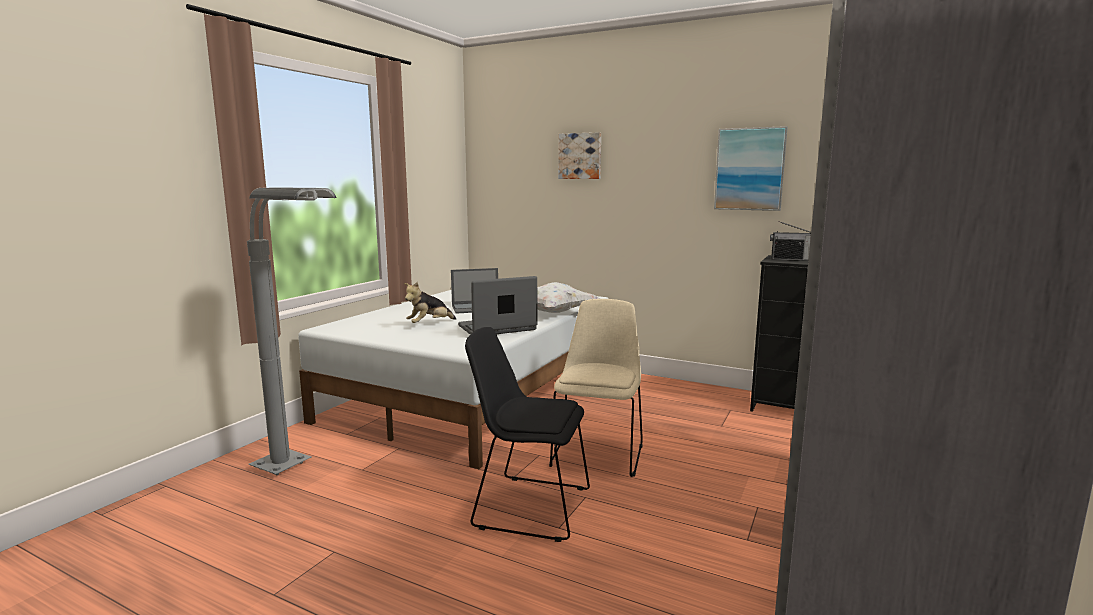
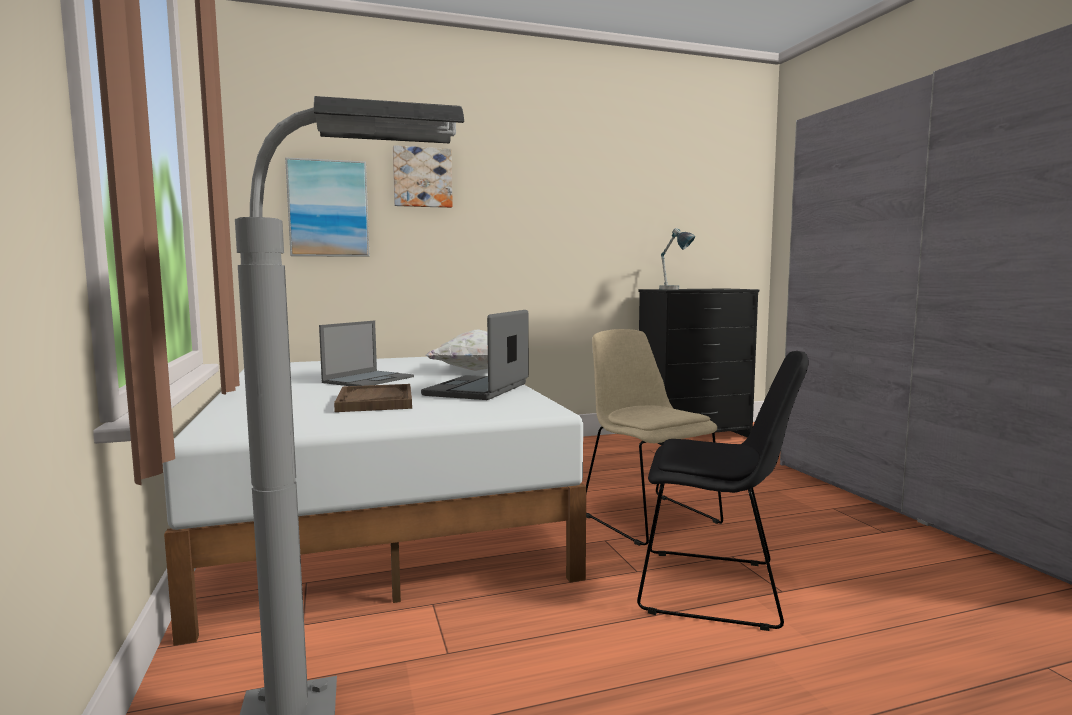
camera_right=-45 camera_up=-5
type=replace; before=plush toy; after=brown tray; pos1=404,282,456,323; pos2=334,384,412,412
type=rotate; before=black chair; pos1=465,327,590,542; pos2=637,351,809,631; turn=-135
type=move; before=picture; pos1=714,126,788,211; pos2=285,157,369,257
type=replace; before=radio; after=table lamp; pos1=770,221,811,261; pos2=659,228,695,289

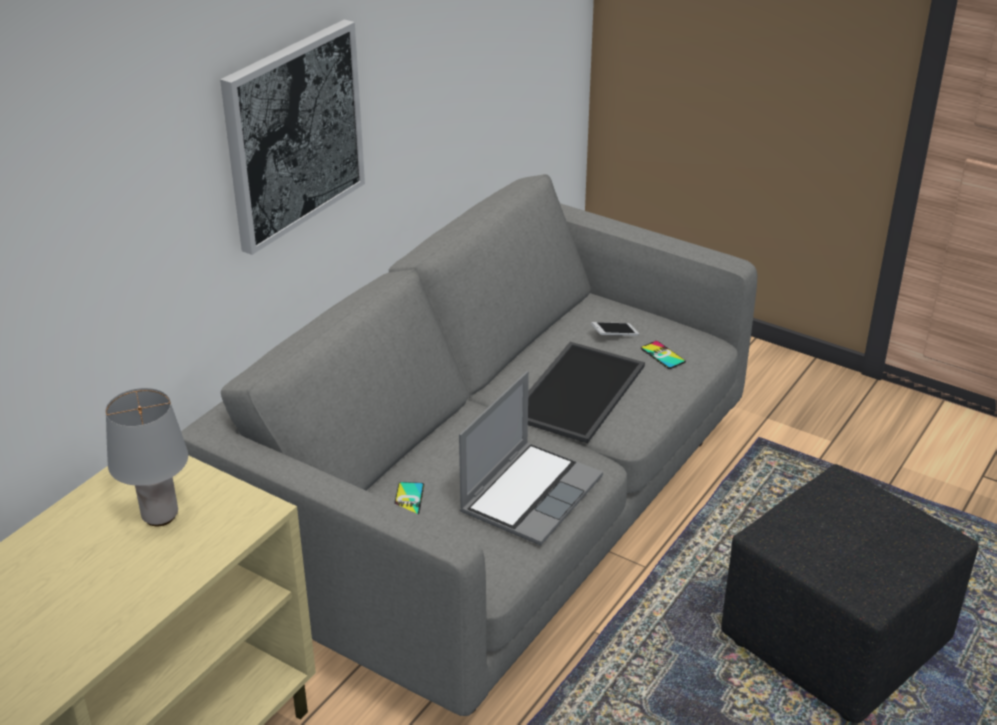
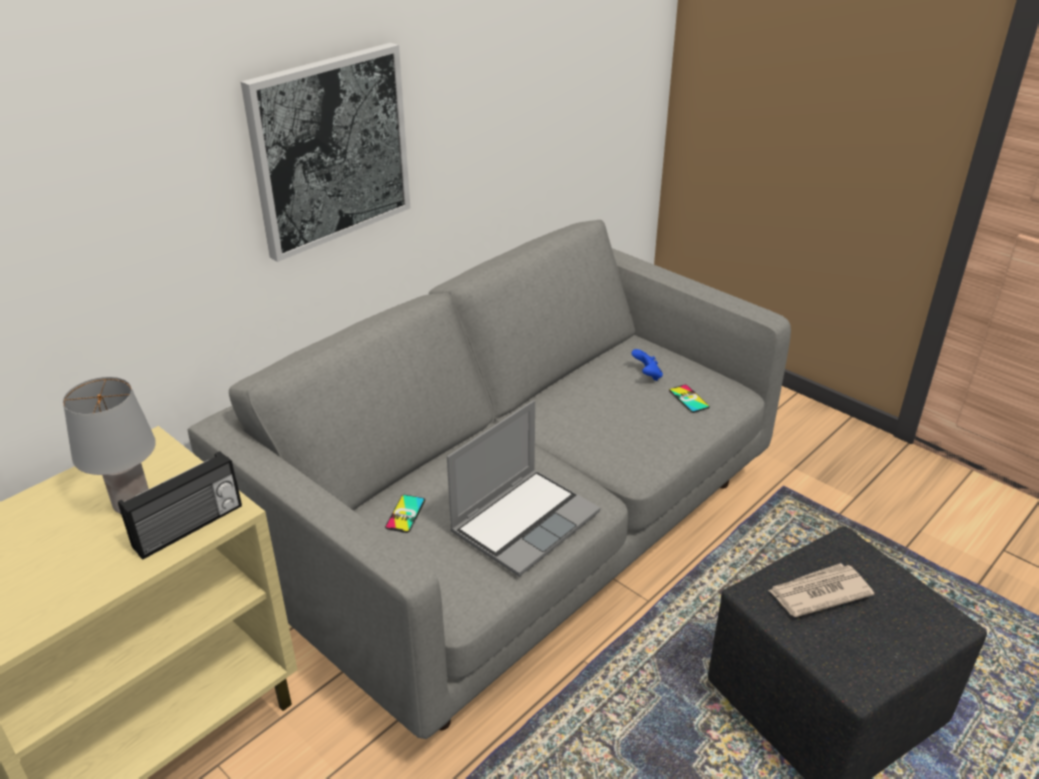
camera_right=10 camera_up=0
type=delete; before=tray; pos1=528,342,645,443
type=replace; before=phone; after=blue game controller; pos1=591,322,639,336; pos2=631,349,663,381
type=insert; after=radio; pos2=118,451,242,560
type=insert; after=newspaper; pos2=768,563,874,617

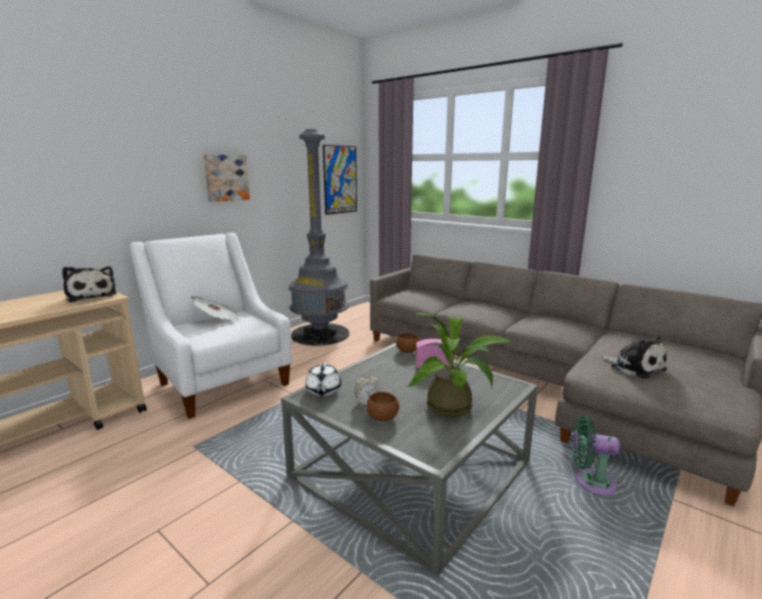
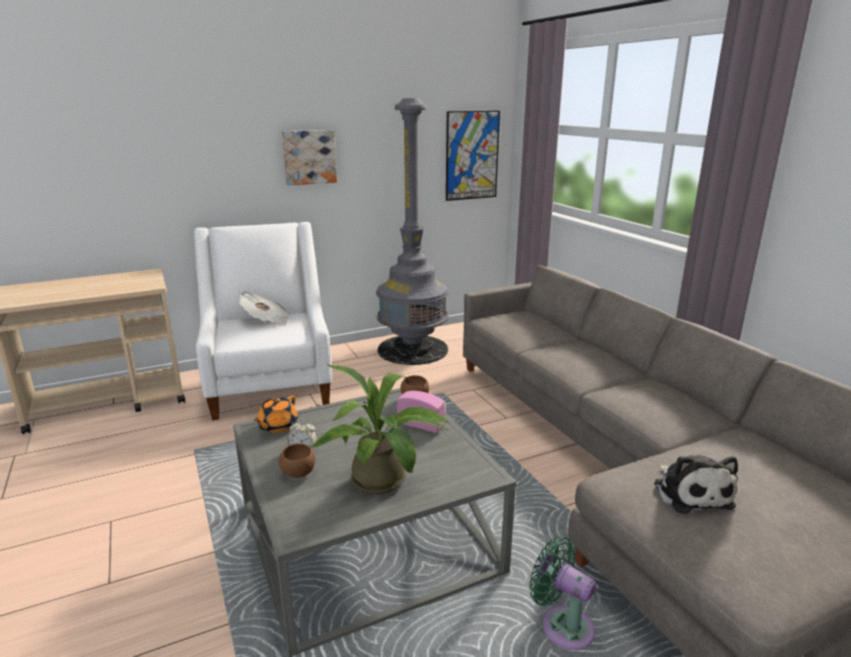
camera_right=25 camera_up=5
type=delete; before=plush toy; pos1=62,266,117,302
type=recolor; before=white teapot; after=orange teapot; pos1=305,362,341,396; pos2=254,395,298,433

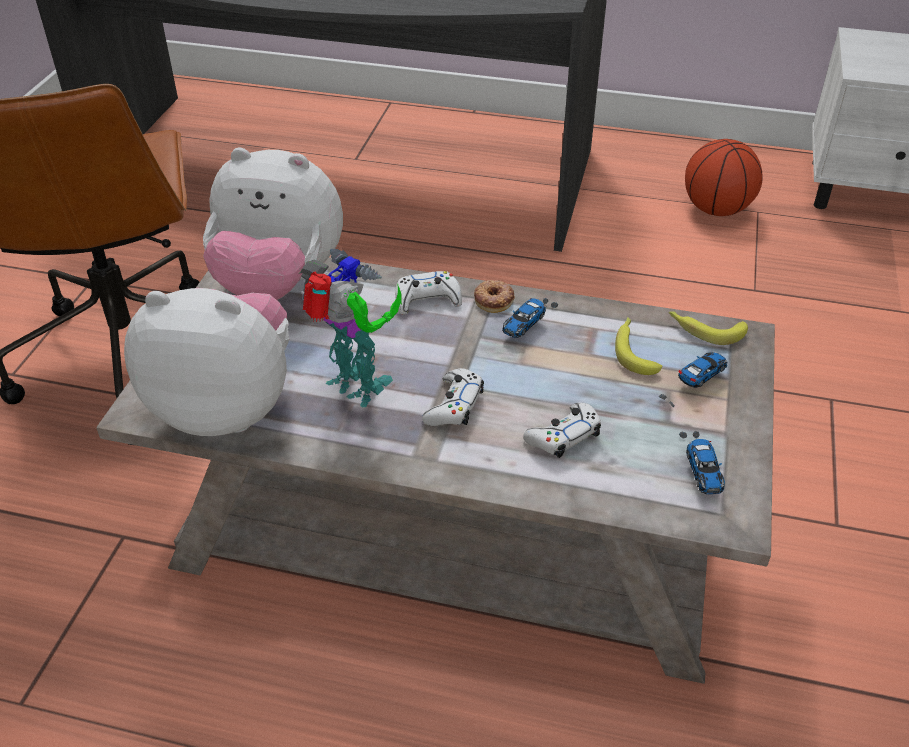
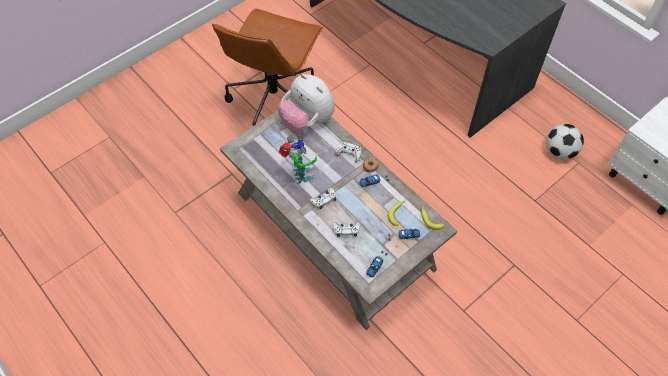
camera_right=35 camera_up=15
type=delete; before=plush toy; pos1=124,288,289,436
type=replace; before=basketball; after=football; pos1=685,139,763,216; pos2=546,124,584,160

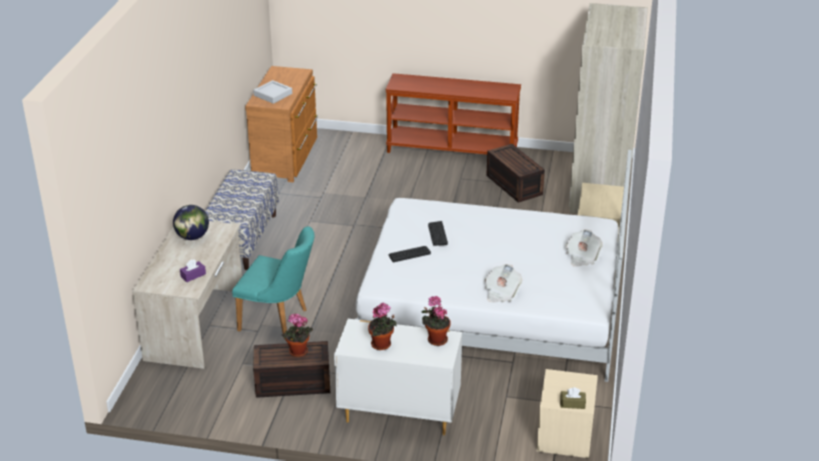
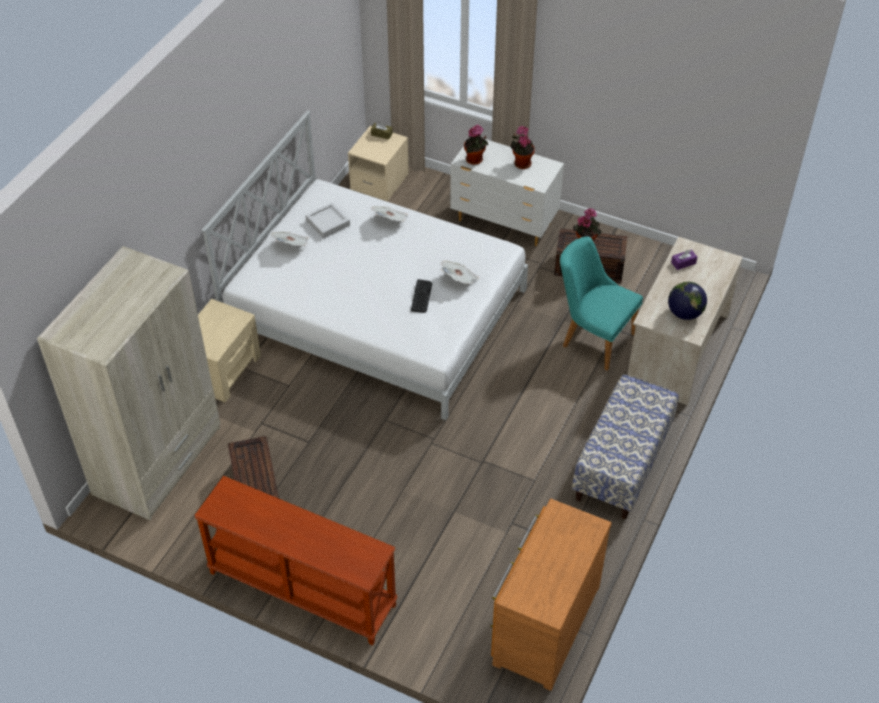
camera_right=-165 camera_up=15
type=move; before=grey tray; pos1=253,80,292,104; pos2=306,203,350,238
type=replace; before=keyboard; after=newspaper; pos1=389,246,431,262; pos2=441,260,479,285

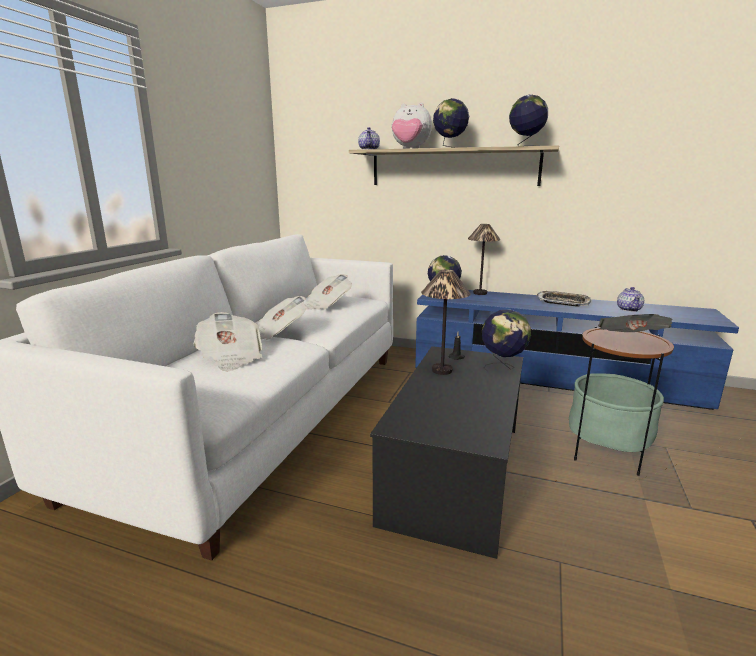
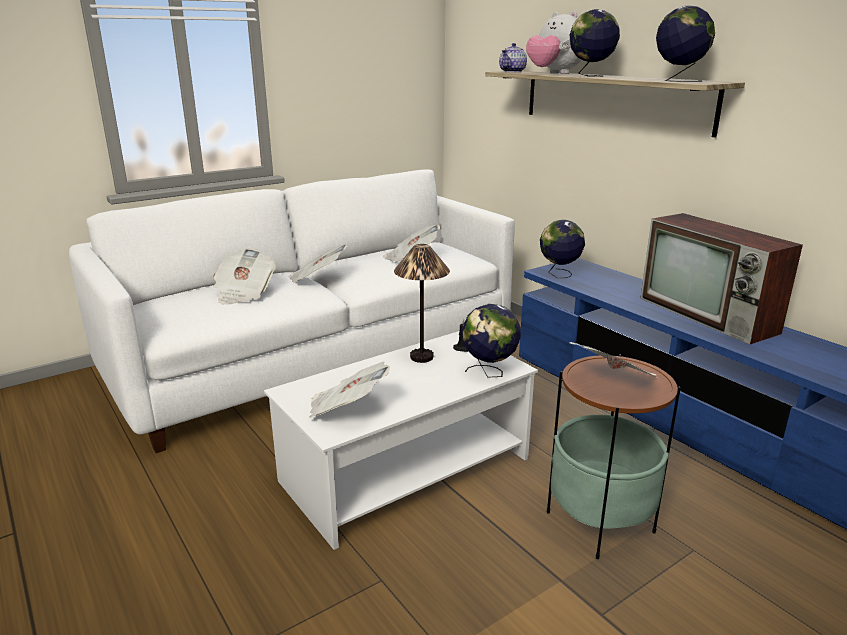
camera_right=35 camera_up=5
type=recolor; before=black coffee table; after=white coffee table; pos1=370,346,523,559; pos2=264,331,538,550
type=delete; before=table lamp; pos1=468,224,500,295
type=replace; before=tray; after=television; pos1=537,291,592,306; pos2=640,213,803,345
type=delete; before=teapot; pos1=617,287,644,312
type=insert; after=newspaper; pos2=309,362,390,418

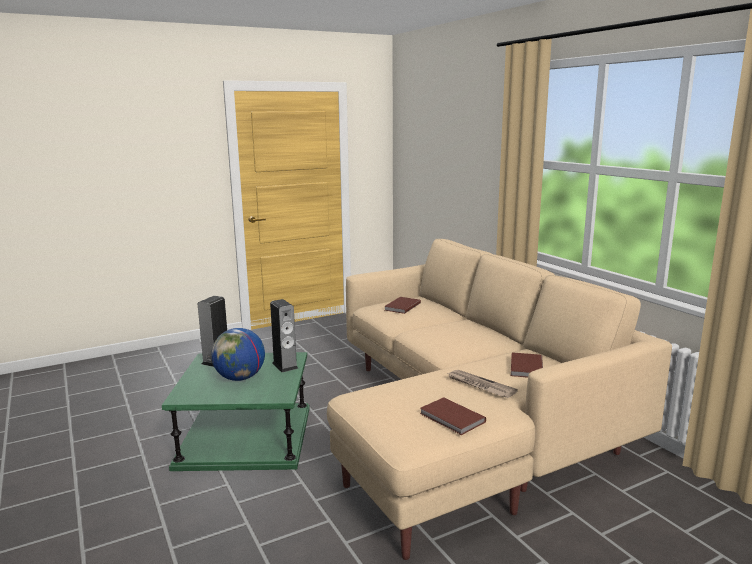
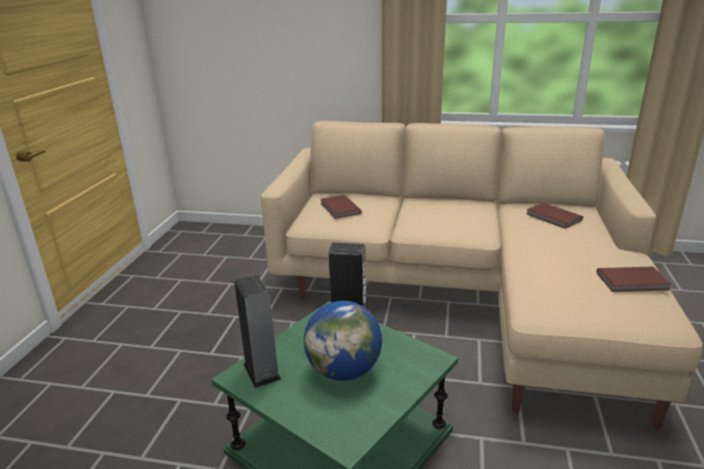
camera_right=-50 camera_up=10
type=delete; before=newspaper; pos1=448,370,518,398

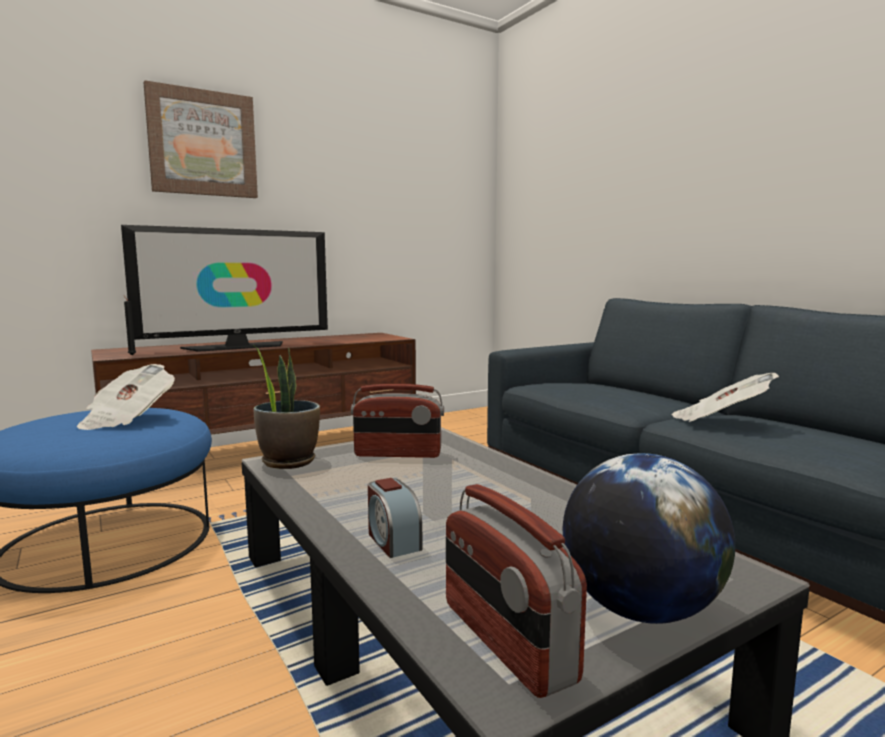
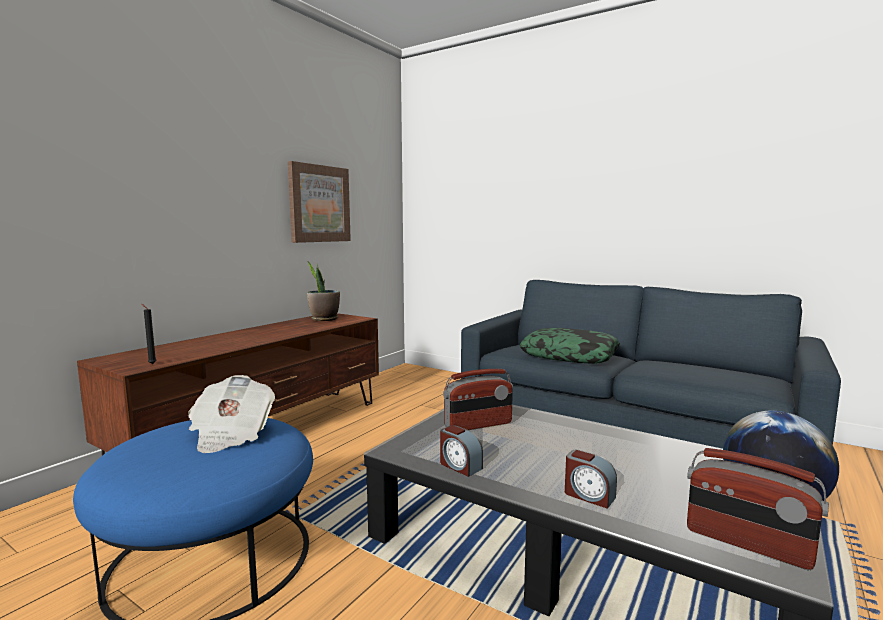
camera_right=-25 camera_up=0
type=delete; before=television; pos1=121,225,328,352
type=move; before=picture; pos1=143,80,258,198; pos2=288,161,351,243
type=move; before=potted plant; pos1=252,344,320,469; pos2=307,262,340,321
type=delete; before=newspaper; pos1=672,373,779,422
type=insert; after=alarm clock; pos2=440,425,483,477
type=insert; after=pillow; pos2=519,328,620,364

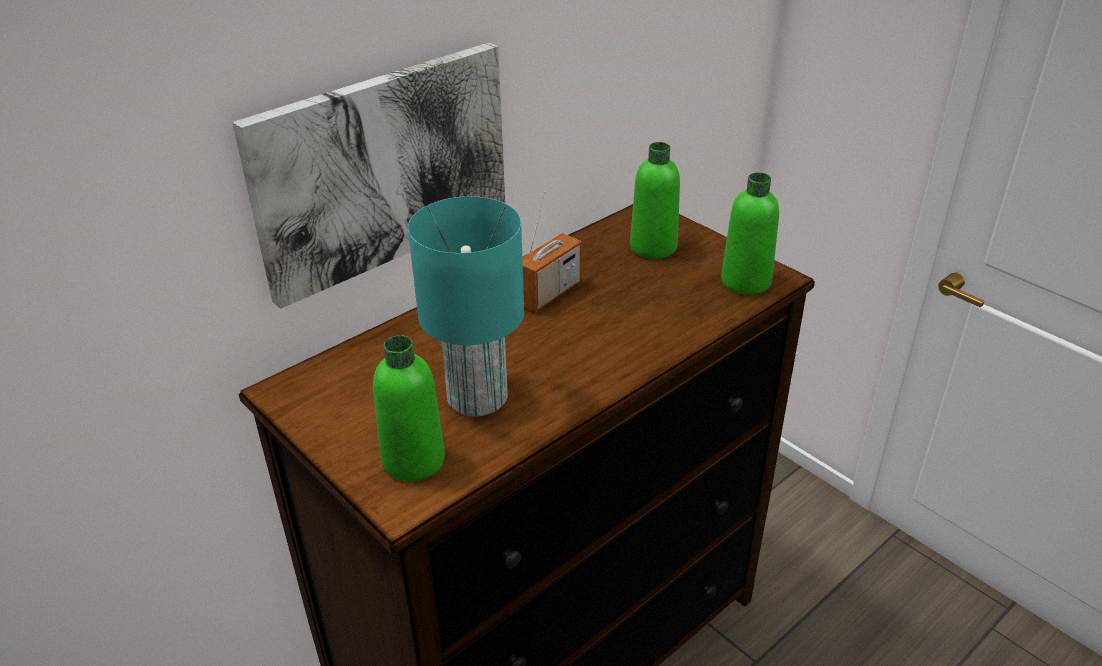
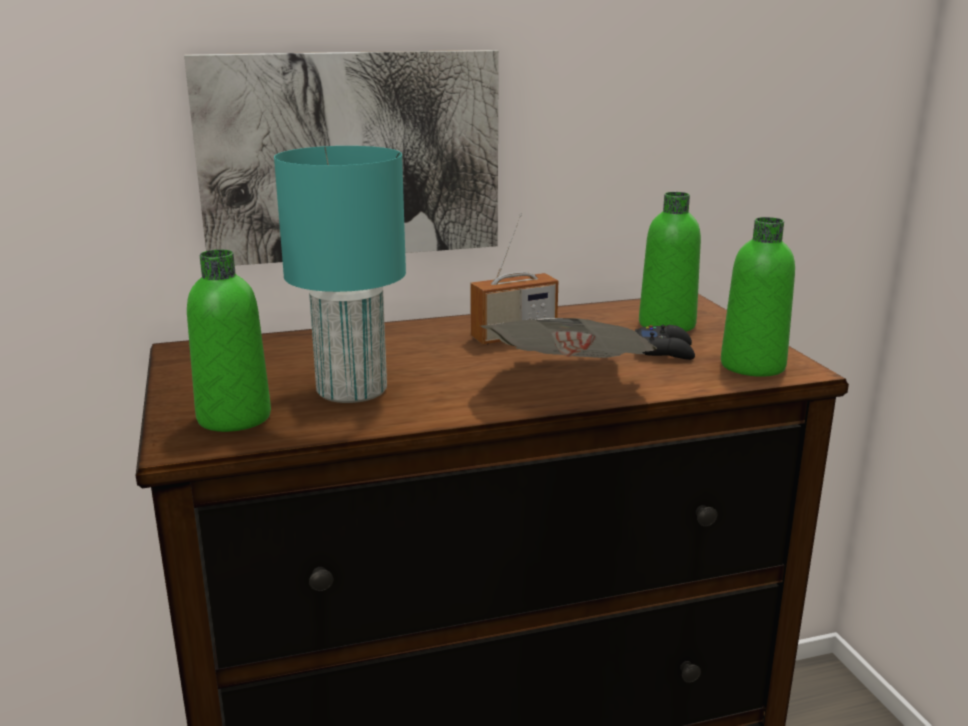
camera_right=25 camera_up=-15
type=insert; after=newspaper; pos2=480,318,657,358
type=insert; after=black game controller; pos2=635,325,695,360

